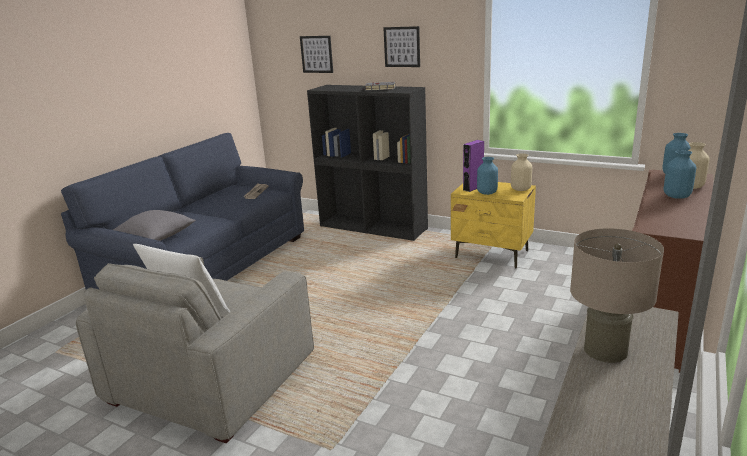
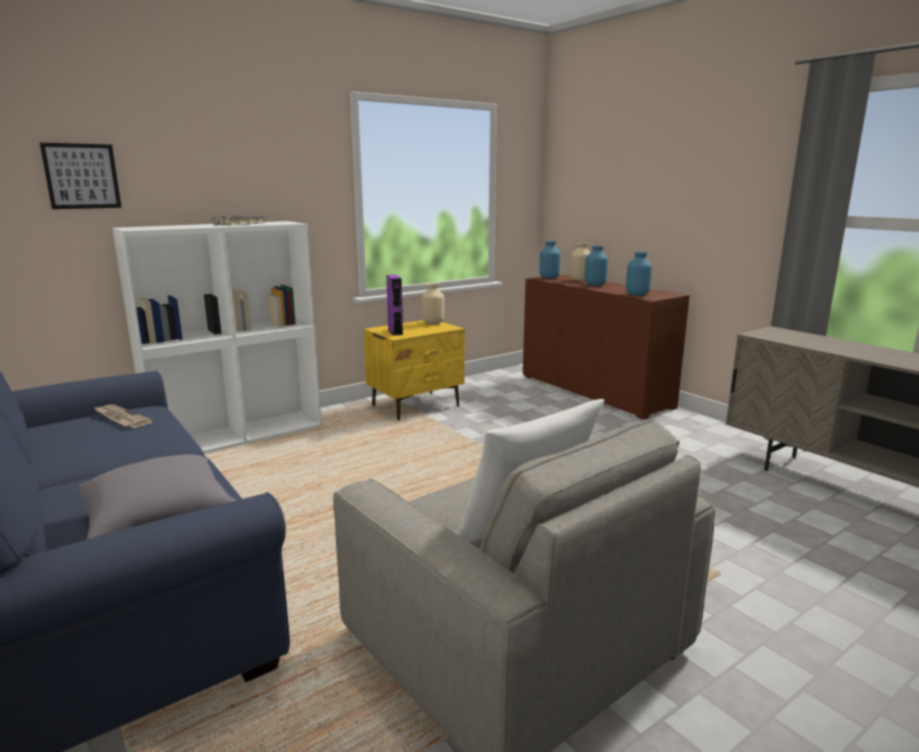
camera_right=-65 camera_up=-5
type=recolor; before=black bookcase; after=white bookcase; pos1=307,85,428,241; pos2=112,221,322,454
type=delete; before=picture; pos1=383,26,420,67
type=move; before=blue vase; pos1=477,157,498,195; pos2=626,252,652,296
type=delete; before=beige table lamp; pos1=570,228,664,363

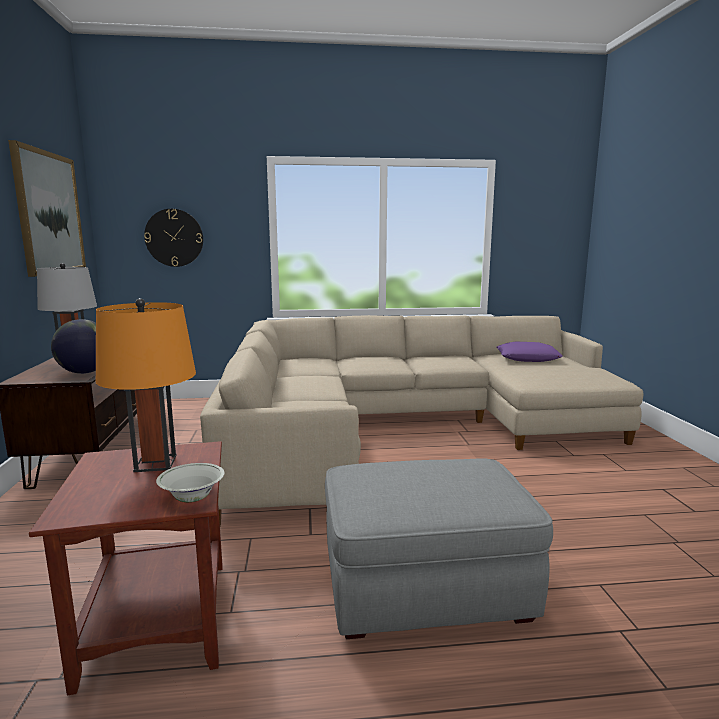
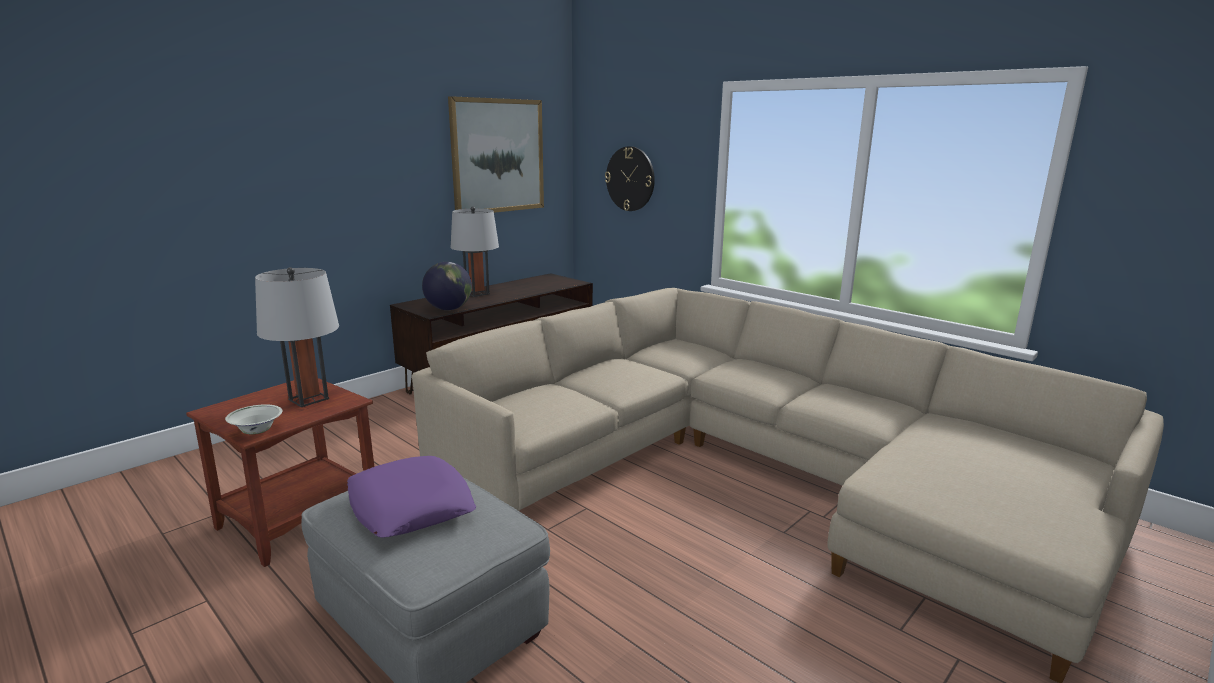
camera_right=50 camera_up=5
type=recolor; before=orange table lamp; after=grey table lamp; pos1=95,298,196,472; pos2=255,267,339,407
type=move; before=purple pillow; pos1=497,342,563,362; pos2=347,456,476,538

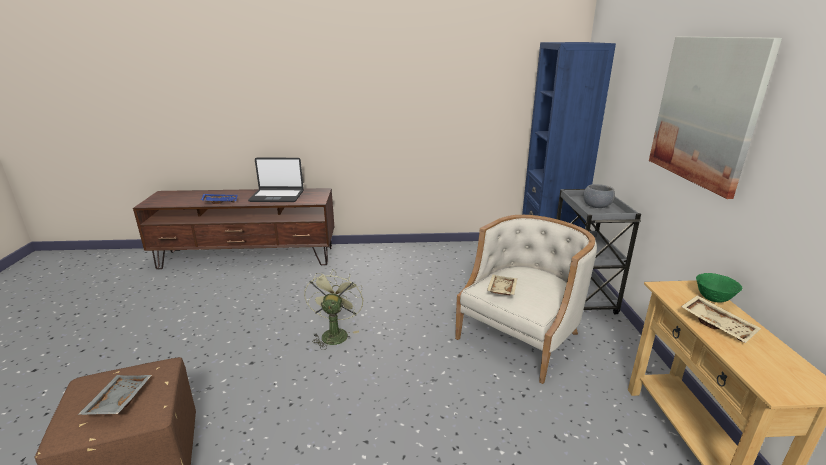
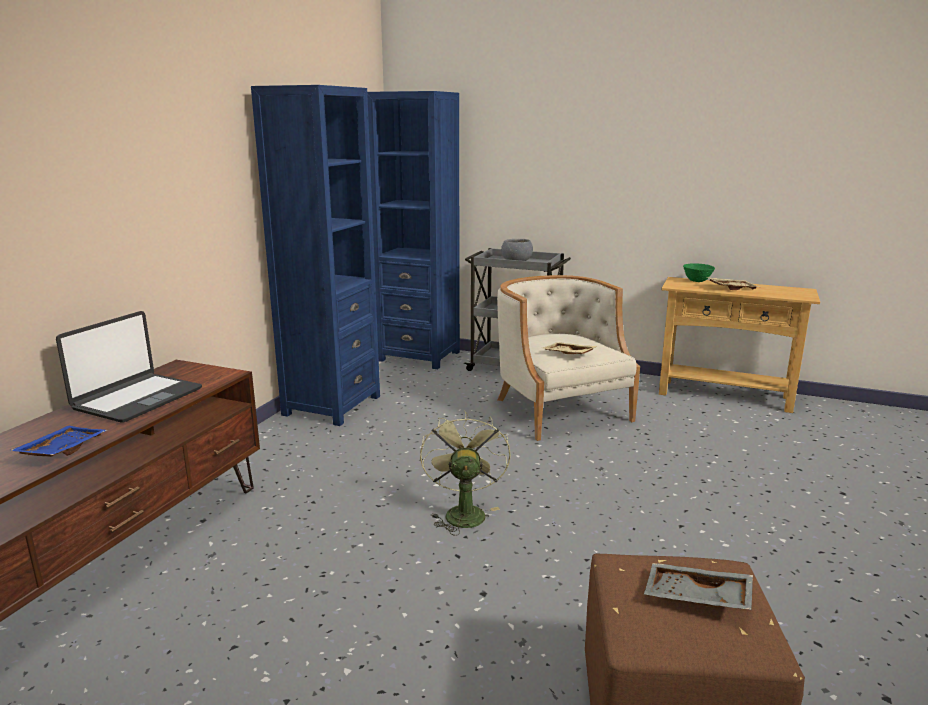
camera_right=-65 camera_up=-5
type=rotate; before=green fan; pos1=304,269,364,350; pos2=420,410,511,536; turn=60
type=delete; before=picture; pos1=649,37,782,199
type=insert; after=blue bookcase; pos2=251,85,380,426

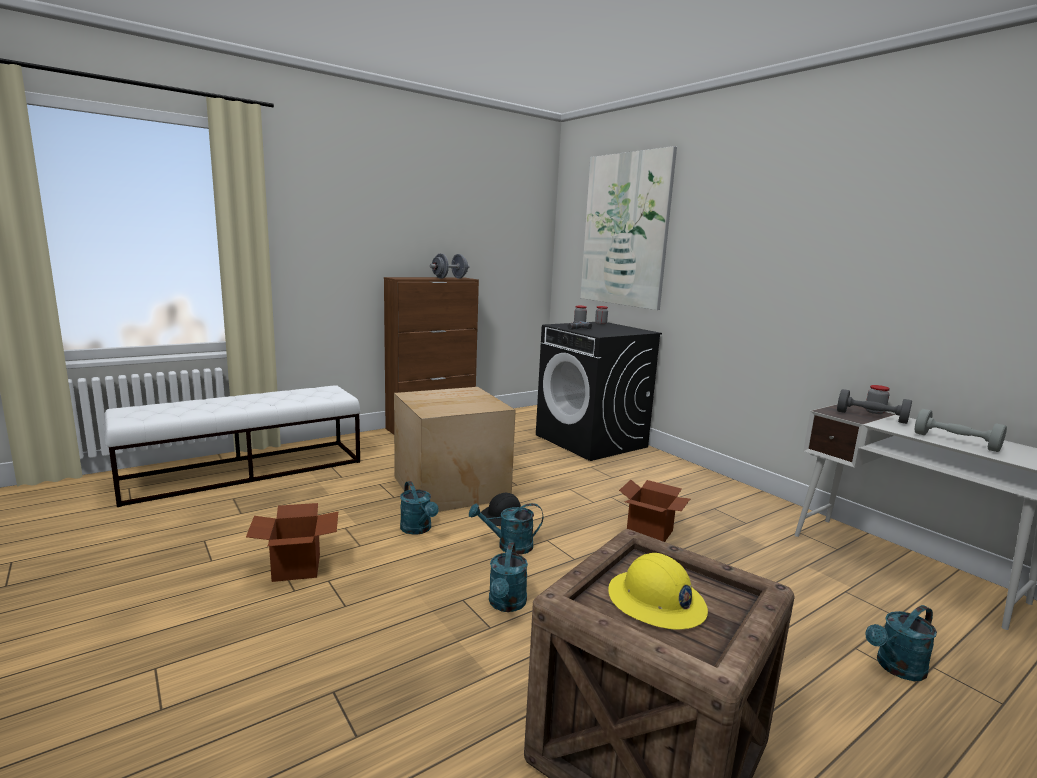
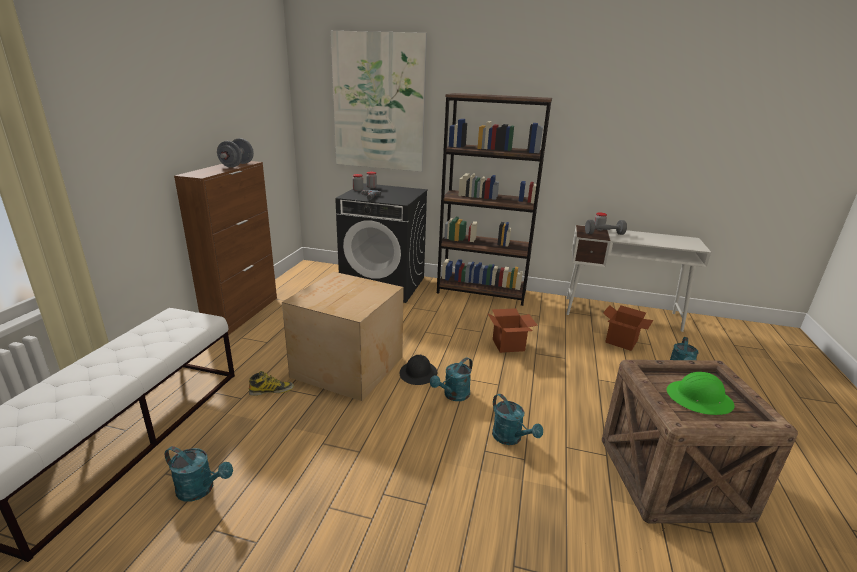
camera_right=-40 camera_up=10
type=move; before=cardboard box; pos1=246,503,338,582; pos2=603,305,653,351
type=move; before=turquoise watering can; pos1=400,481,439,534; pos2=165,446,233,502
type=recolor; before=yellow hard hat; after=green hard hat; pos1=608,553,708,630; pos2=666,372,735,415
type=delete; before=grey dumbbell; pos1=915,409,1007,452
type=insert; after=boot; pos2=249,371,294,396
type=insert; after=brown bookcase; pos2=437,93,552,306

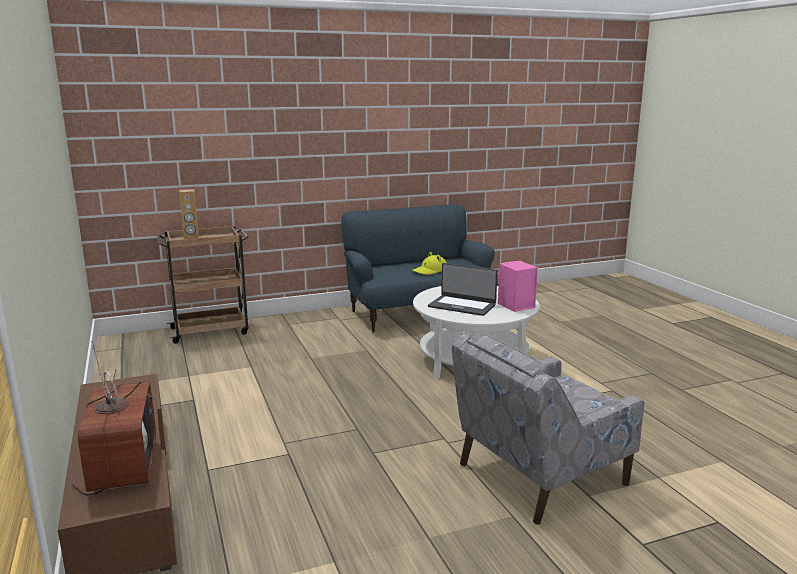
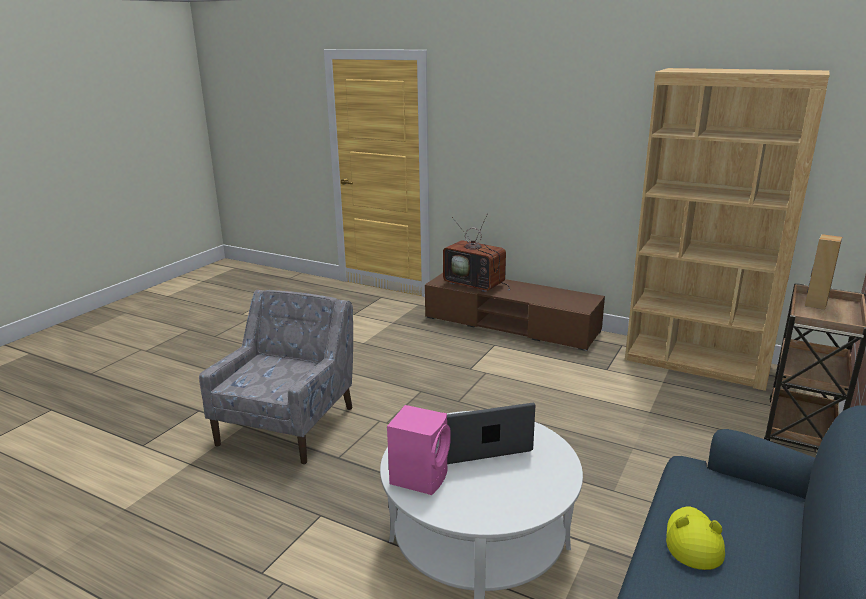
camera_right=140 camera_up=5
type=insert; after=brown bookcase; pos2=625,68,830,391

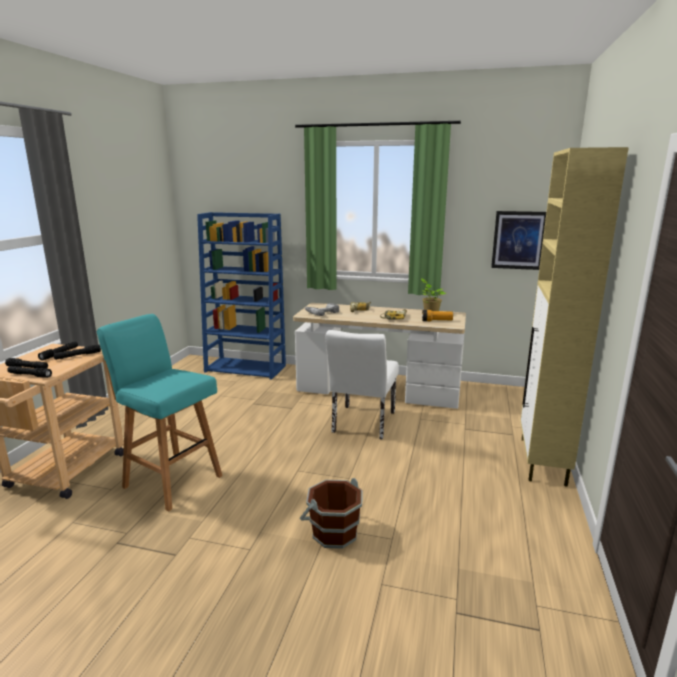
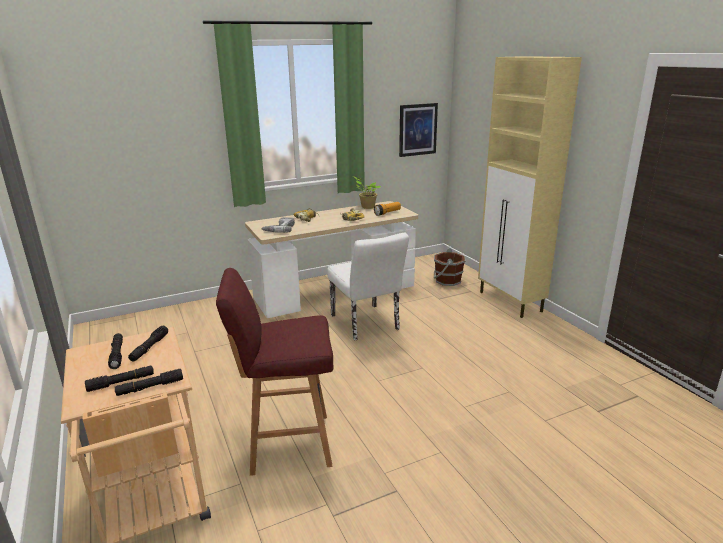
camera_right=-40 camera_up=5
type=recolor; before=turquoise stool; after=red stool; pos1=97,314,223,512; pos2=216,268,334,476
type=delete; before=blue bookcase; pos1=197,212,286,380
type=move; before=brown bucket; pos1=300,478,363,549; pos2=434,248,466,286

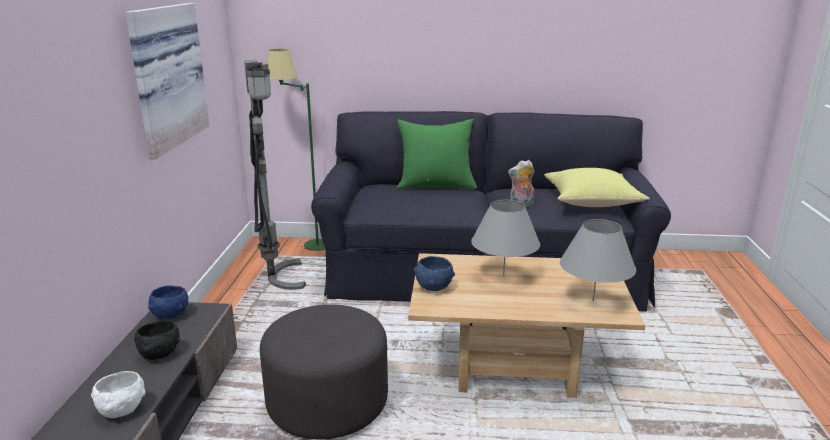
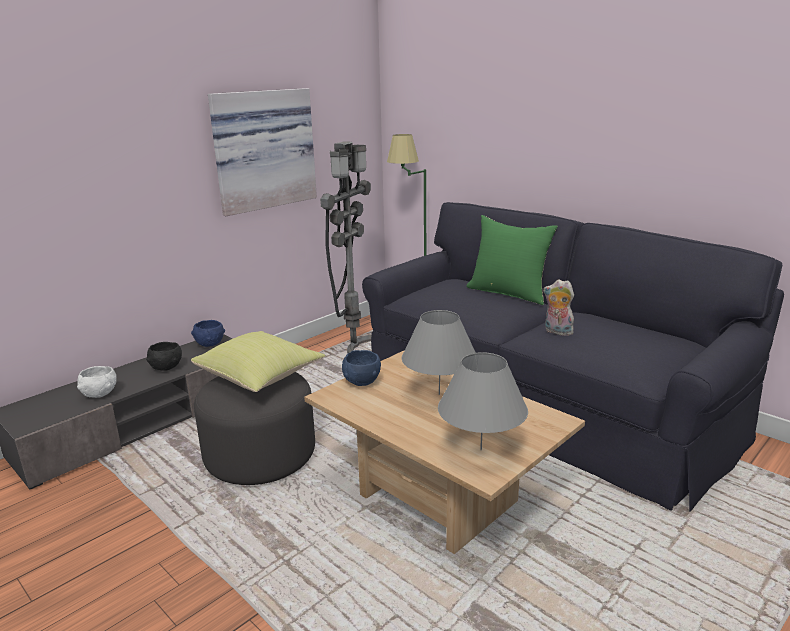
camera_right=40 camera_up=0
type=move; before=yellow pillow; pos1=544,168,650,207; pos2=191,331,325,392

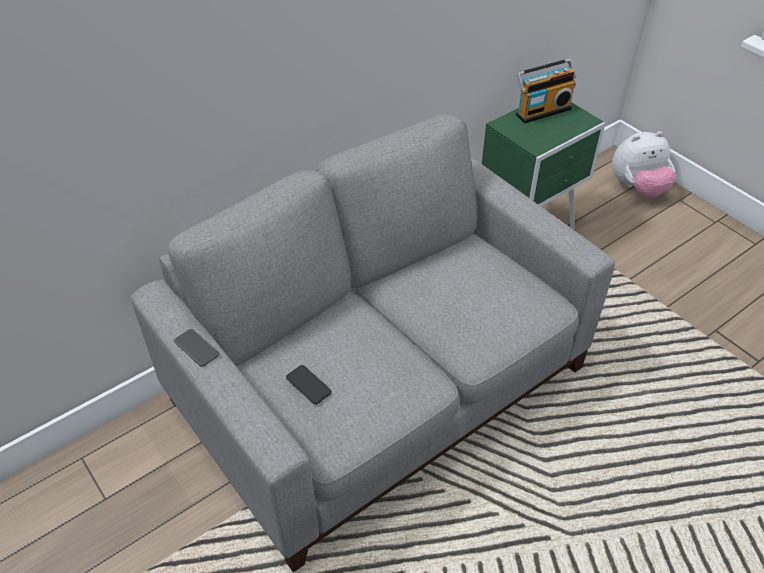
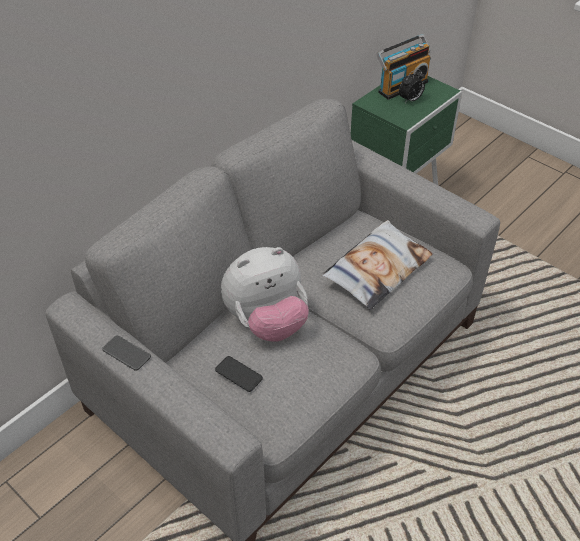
camera_right=-10 camera_up=0
type=move; before=plush toy; pos1=612,131,676,198; pos2=221,247,309,342
type=insert; after=pillow; pos2=322,220,432,310
type=insert; after=alarm clock; pos2=399,69,425,103

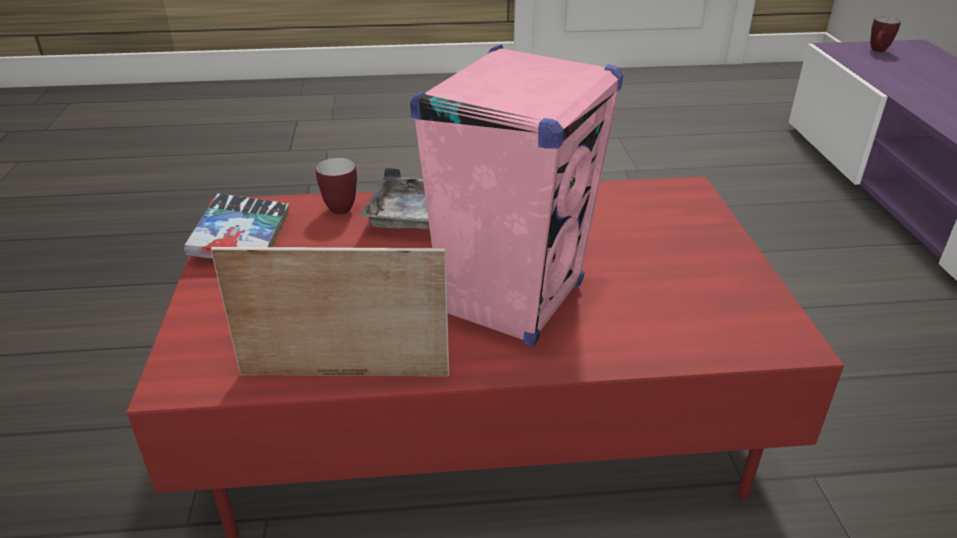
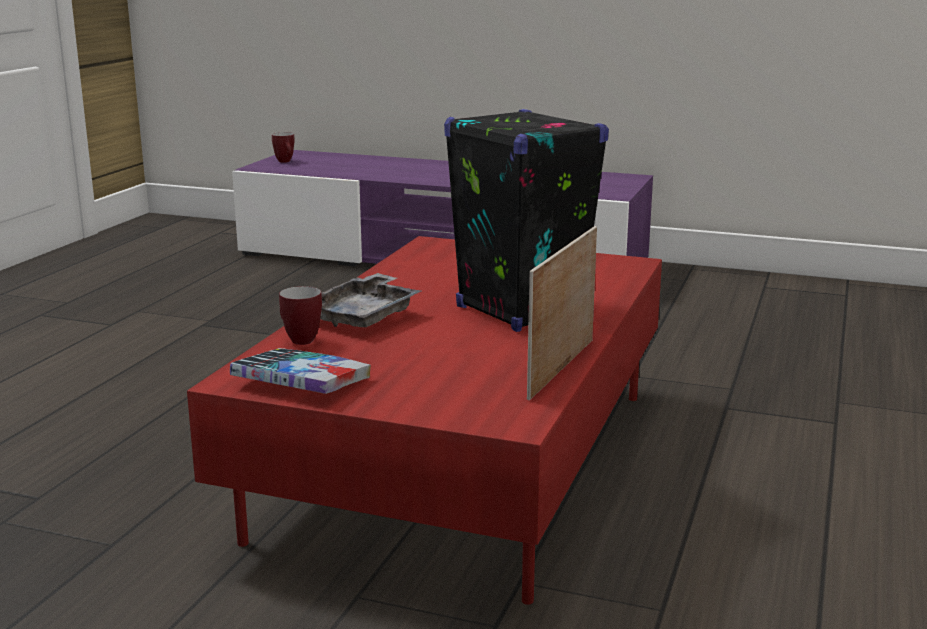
camera_right=-65 camera_up=-15
type=recolor; before=pink speaker; after=black speaker; pos1=410,44,623,346; pos2=444,109,609,332

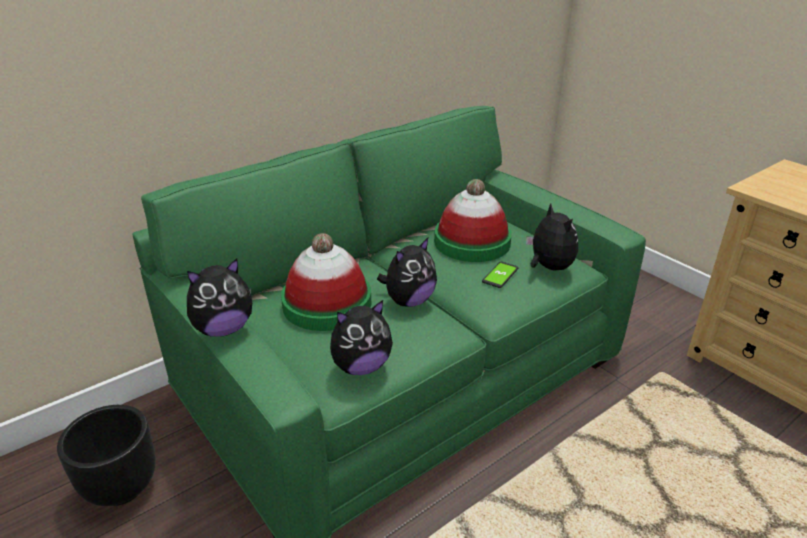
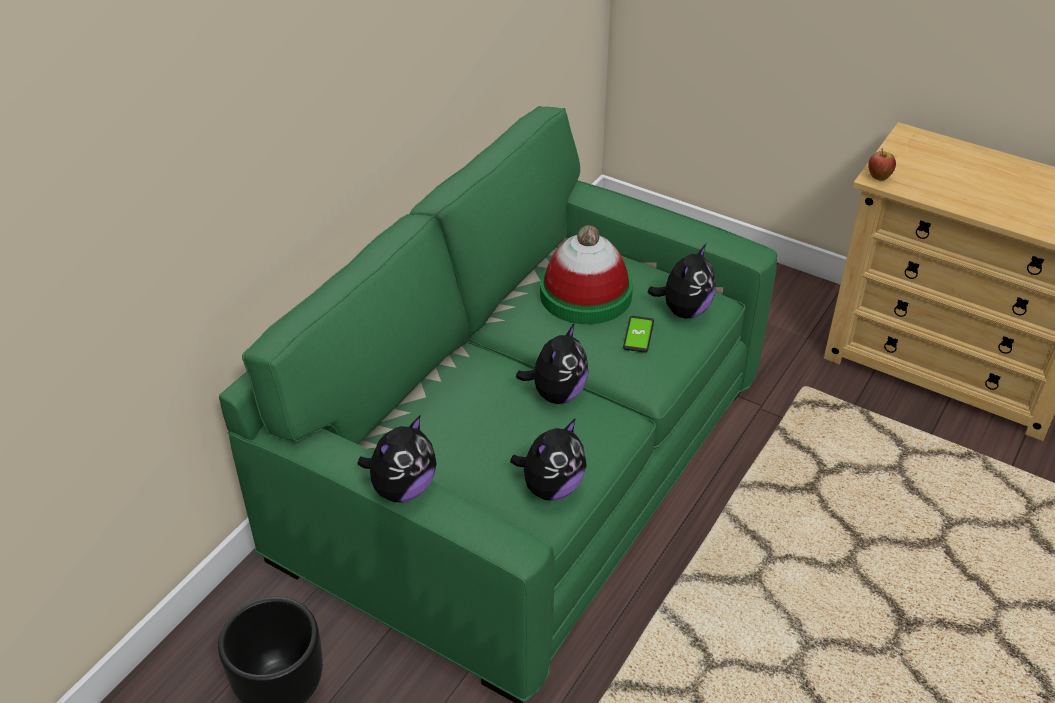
camera_right=-20 camera_up=10
type=delete; before=hat; pos1=281,233,371,331
type=rotate; before=plush toy; pos1=526,203,578,271; pos2=648,244,716,319; turn=75
type=insert; after=apple; pos2=868,148,896,181

